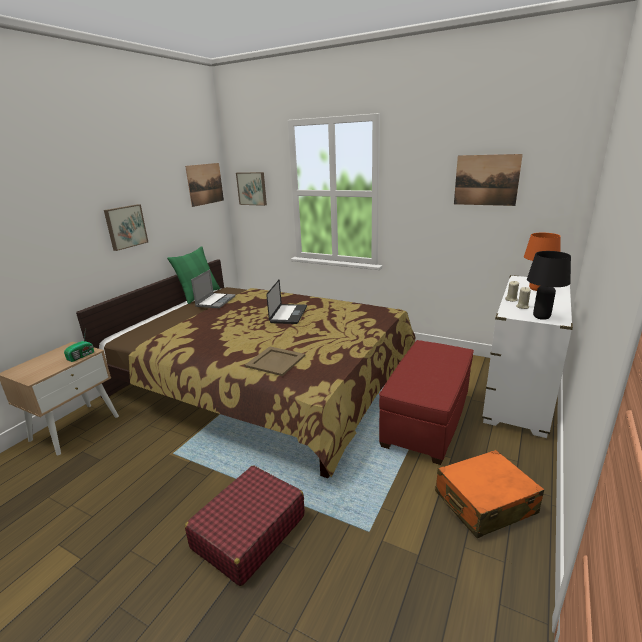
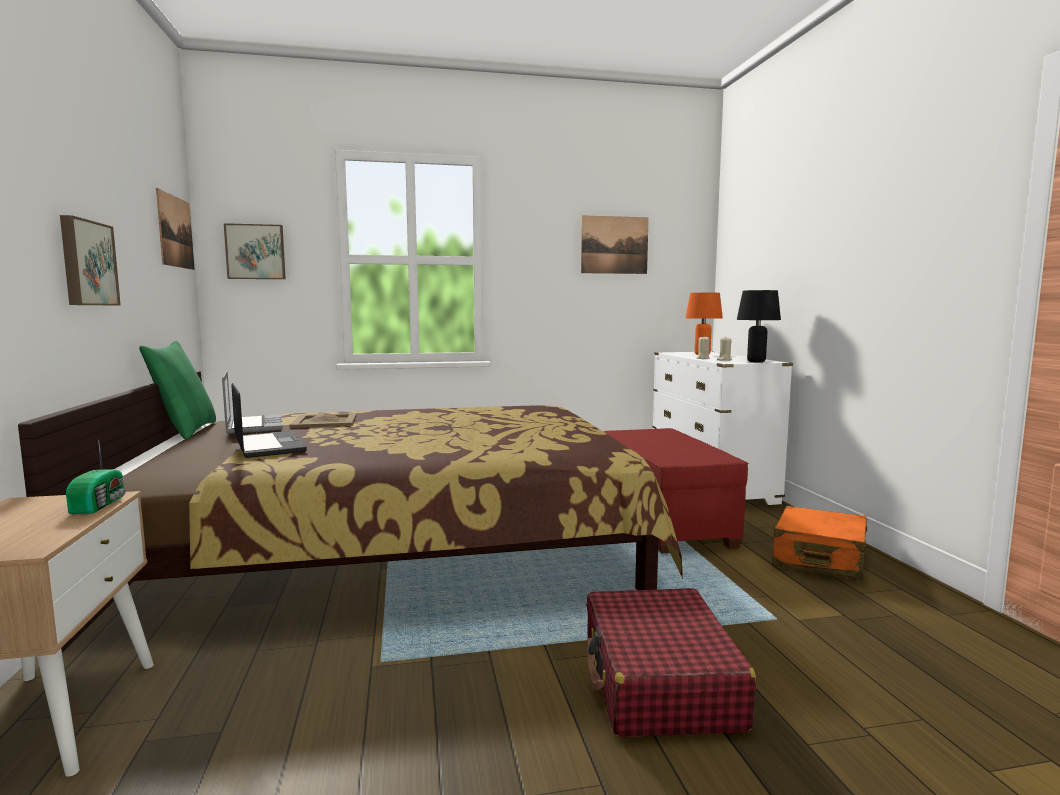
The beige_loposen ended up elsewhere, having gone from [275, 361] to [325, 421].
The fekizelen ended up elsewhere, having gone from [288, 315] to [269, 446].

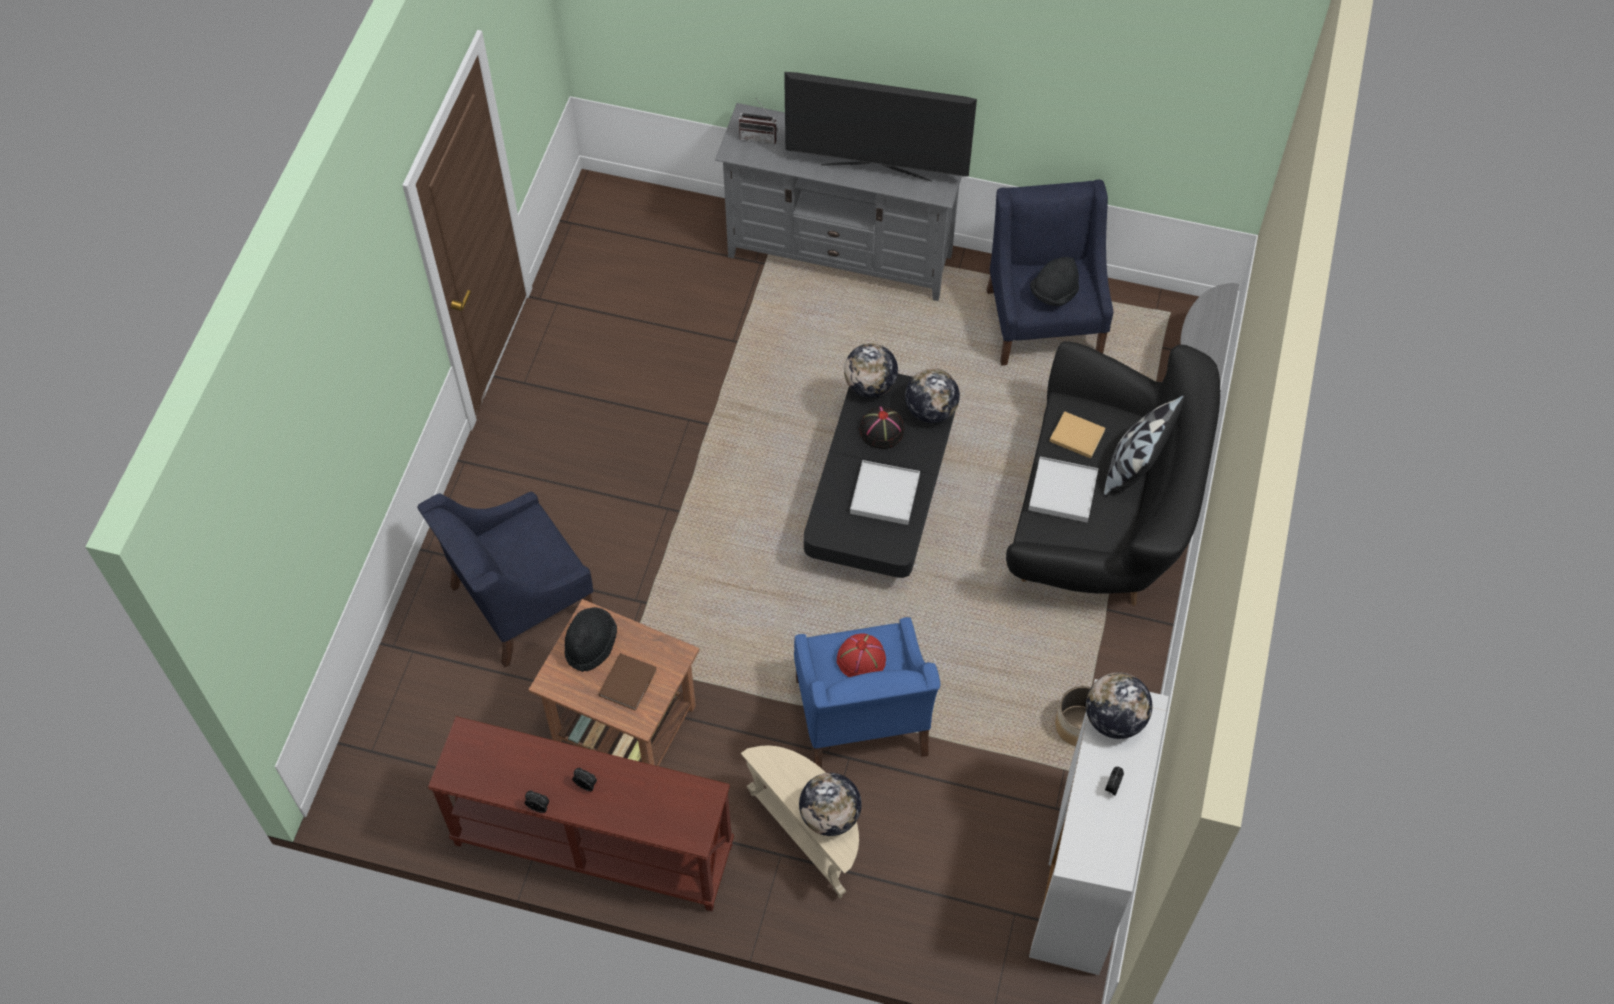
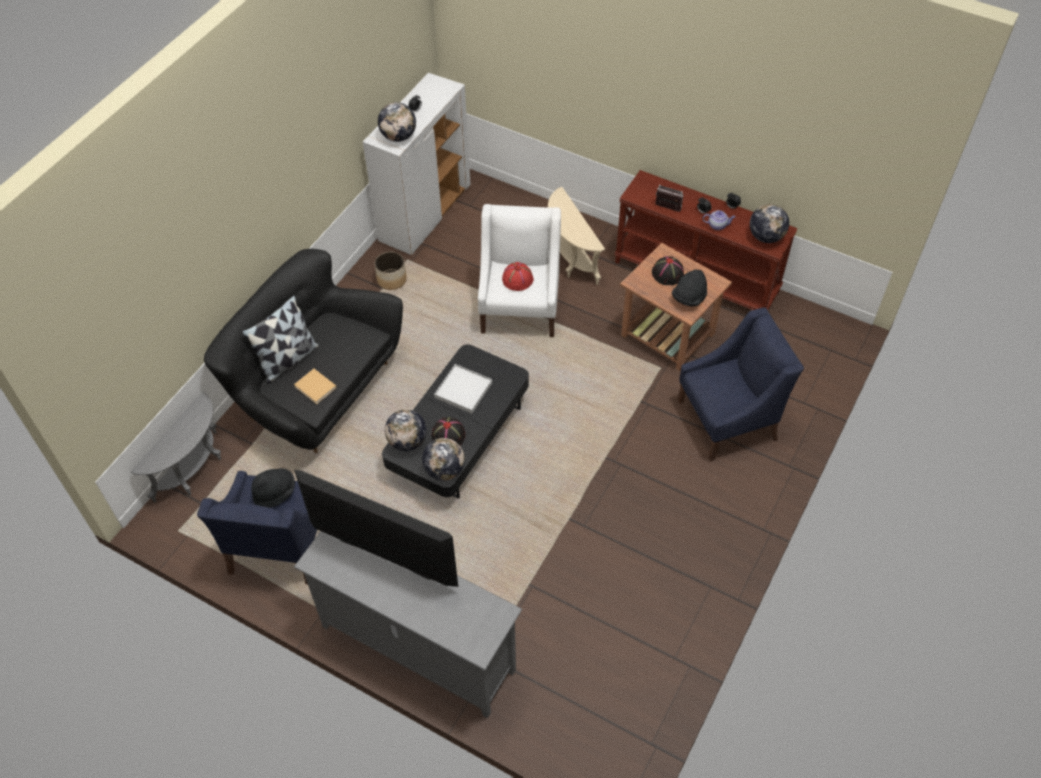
Where the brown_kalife stood at [628, 681], the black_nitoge came to stand at [668, 274].
The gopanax ended up elsewhere, having gone from [759, 136] to [666, 209].
What was the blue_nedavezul at [861, 718] turned into the white_nedavezul at [520, 308].
The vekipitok ended up elsewhere, having gone from [830, 816] to [765, 237].
The second view lost the white_loposen at [1063, 492].
The second view gained the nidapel at [717, 225].

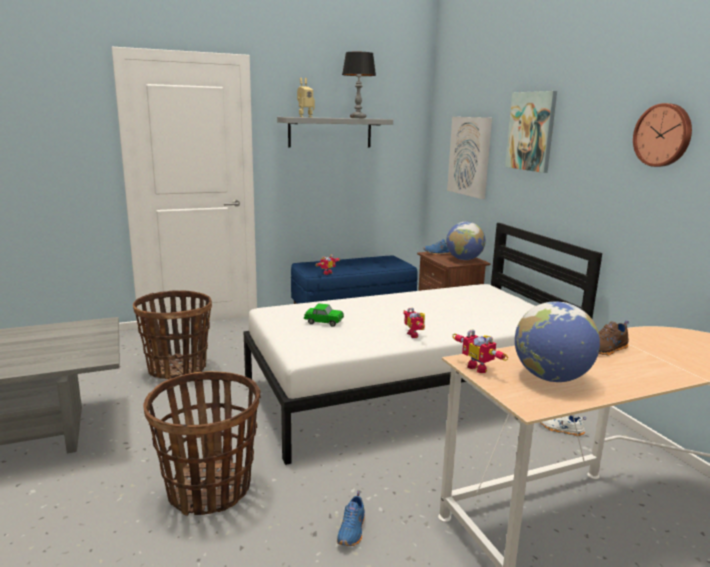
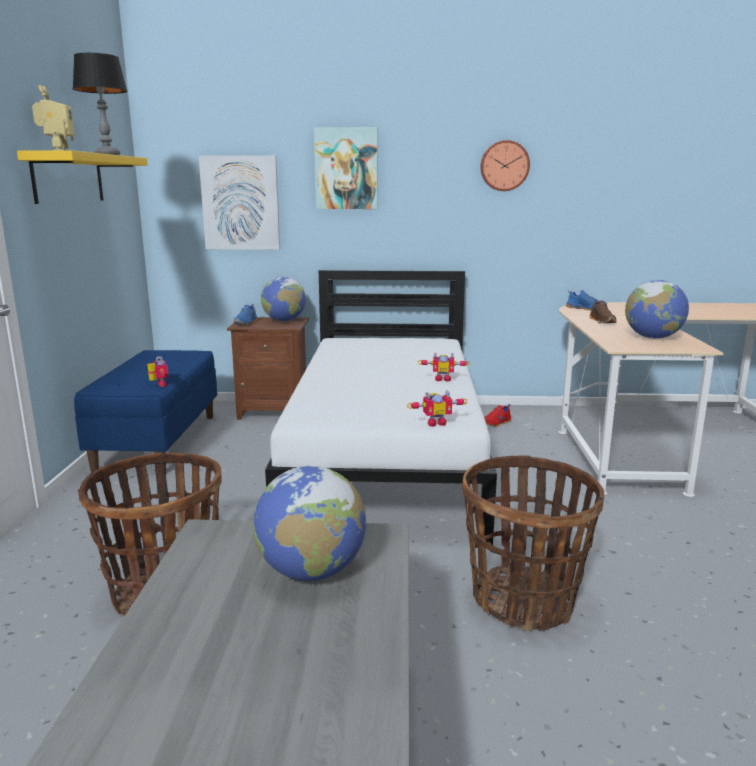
What was the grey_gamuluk at [330, 132] turned into the yellow_gamuluk at [68, 178].
The second view lost the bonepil at [323, 322].
The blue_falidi ended up elsewhere, having gone from [352, 531] to [586, 309].
The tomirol ended up elsewhere, having gone from [479, 368] to [435, 423].
What was the white_falidi at [560, 429] turned into the red_falidi at [496, 423].
The second view gained the vekipitok at [311, 571].

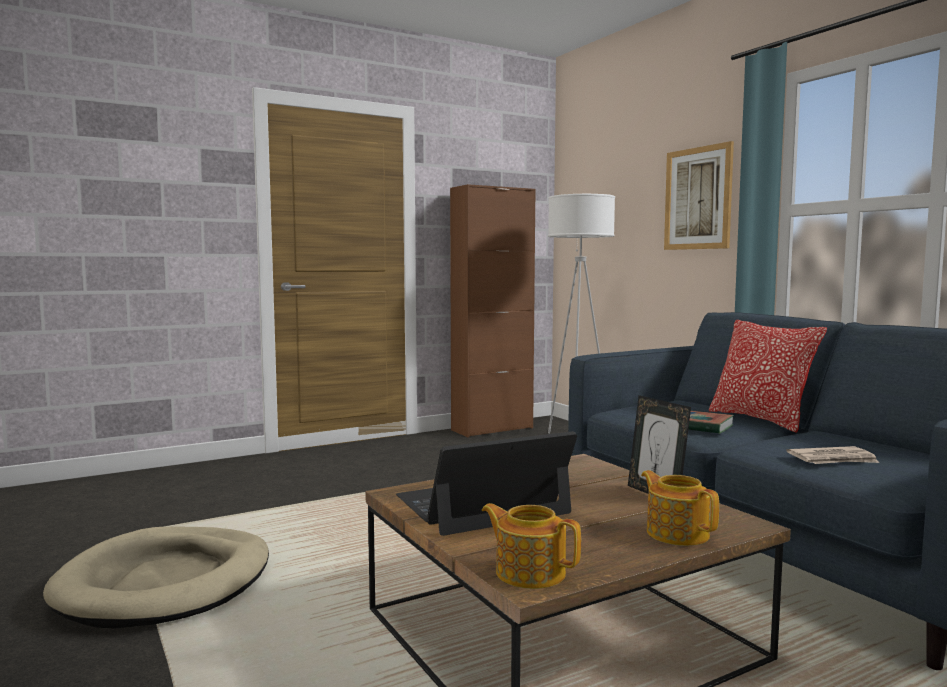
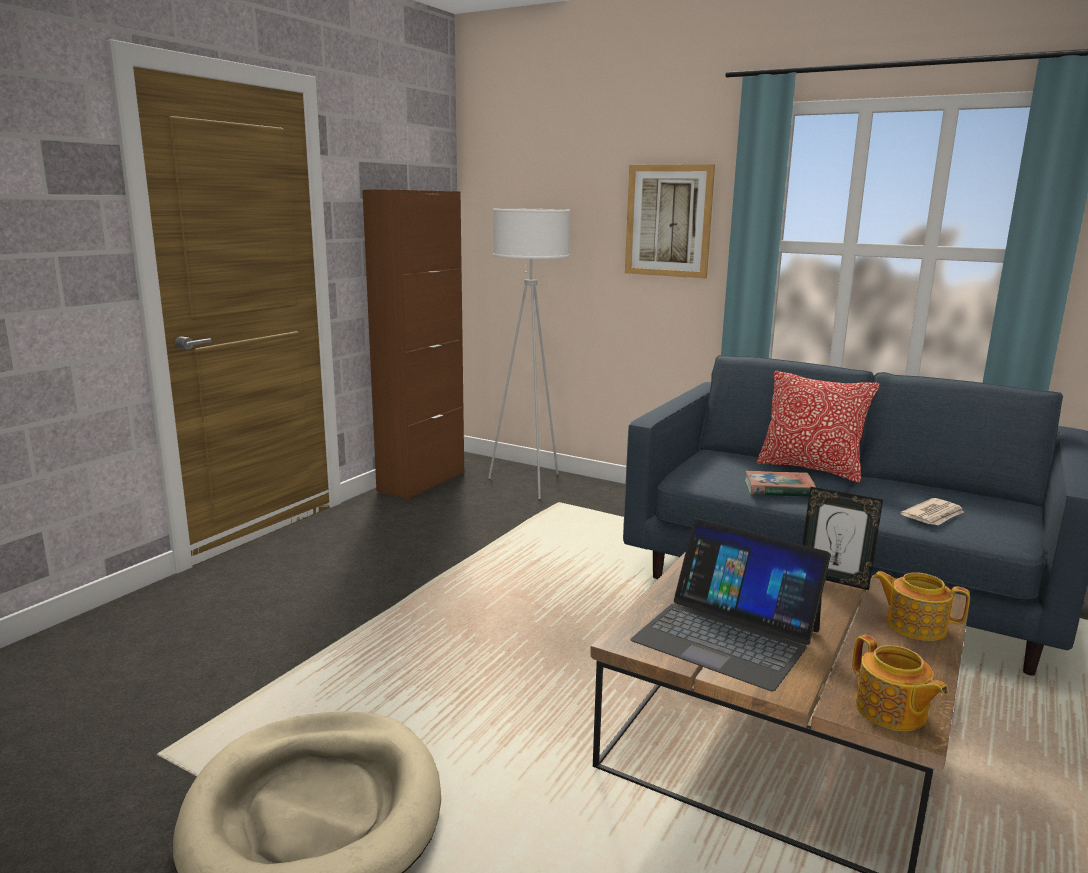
The fekizelen at [482, 505] ended up facing another way, 90 degrees counterclockwise from before.
The nidapel at [529, 572] ended up facing another way, 120 degrees counterclockwise from before.

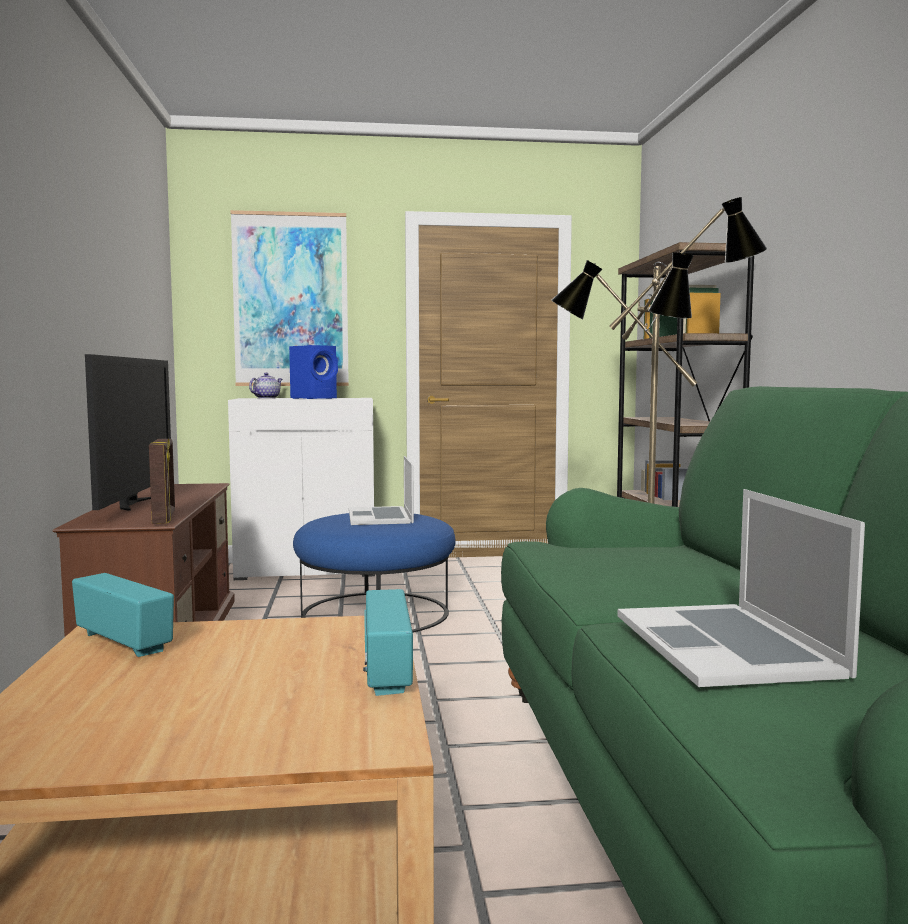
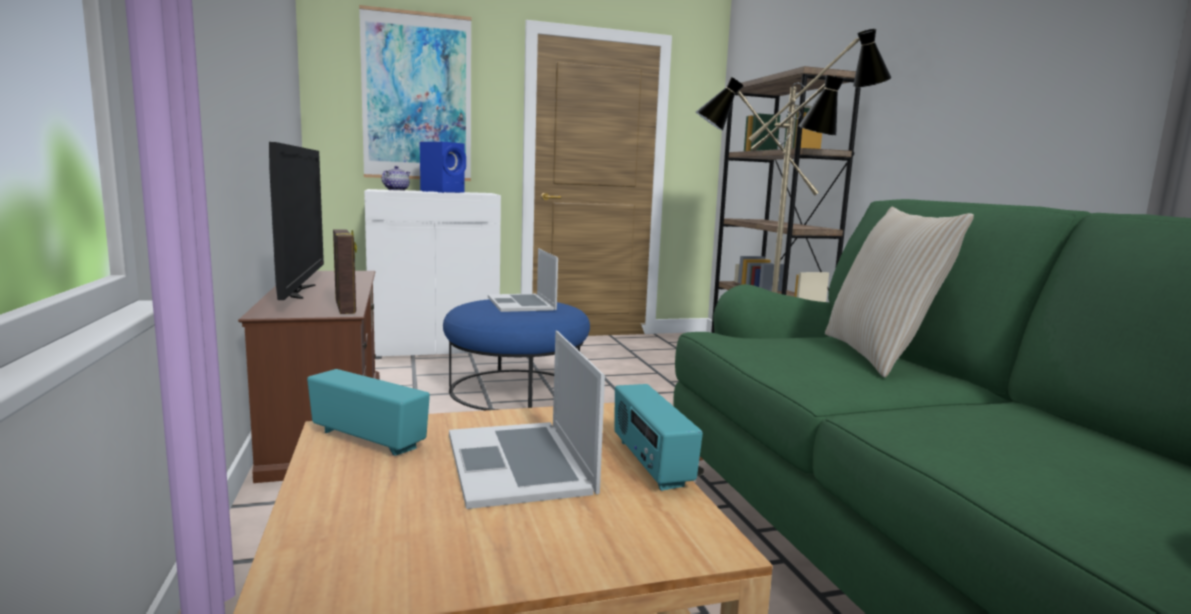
The fekizelen ended up elsewhere, having gone from [726, 644] to [519, 462].
The second view gained the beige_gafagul at [879, 355].

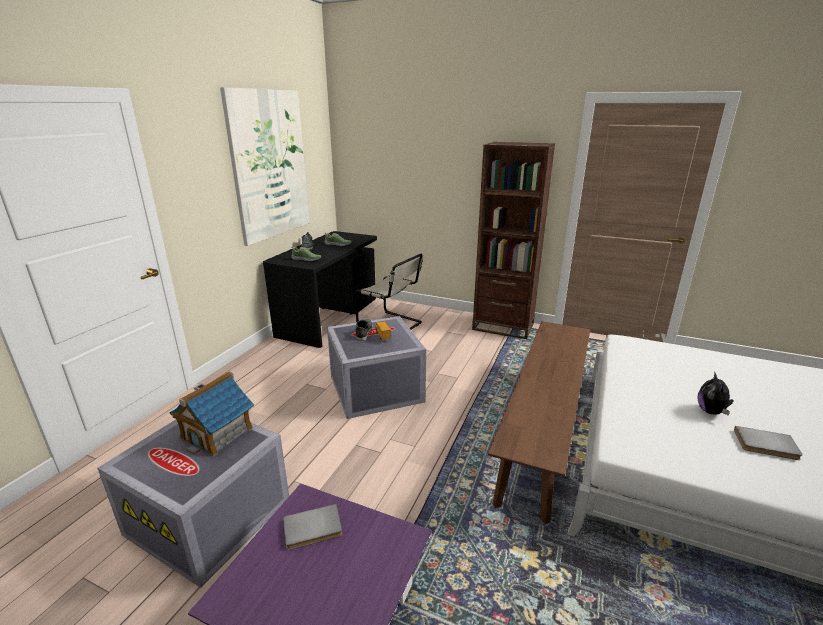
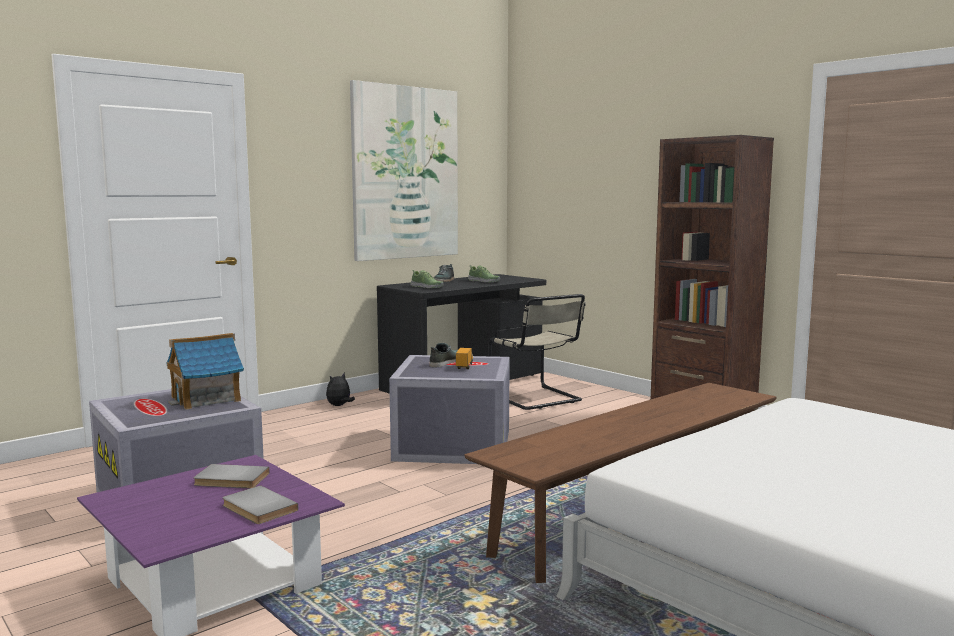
The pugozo ended up elsewhere, having gone from [711, 412] to [339, 406].
The grey_kalife ended up elsewhere, having gone from [766, 445] to [257, 508].

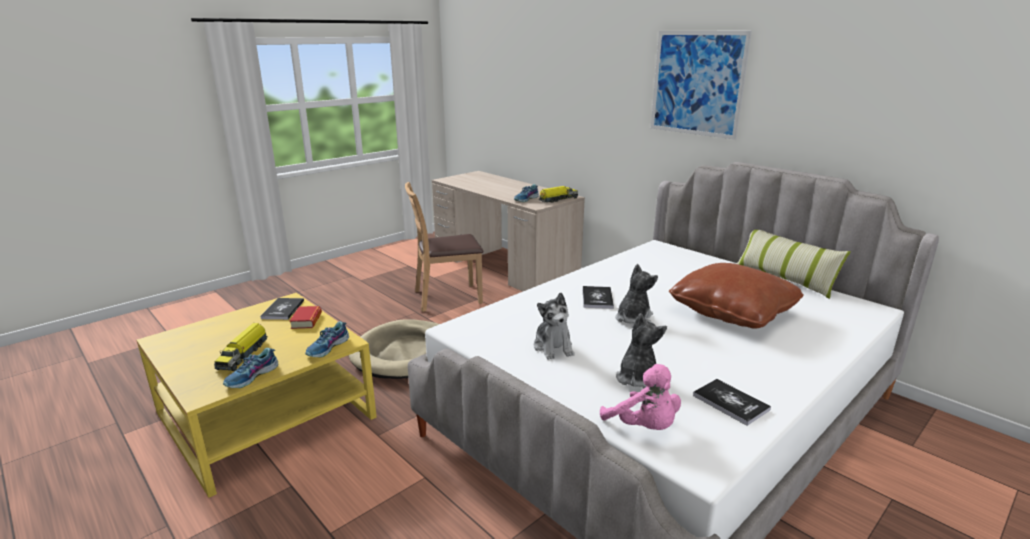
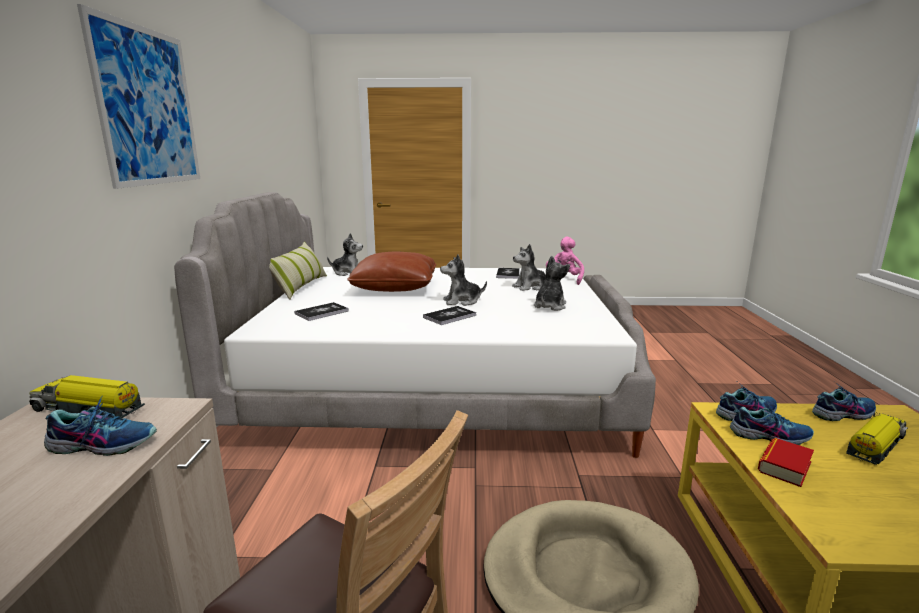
The kalife ended up elsewhere, having gone from [283, 309] to [321, 312].
The second view gained the pugozo at [348, 273].
The second view gained the falidi at [769, 435].

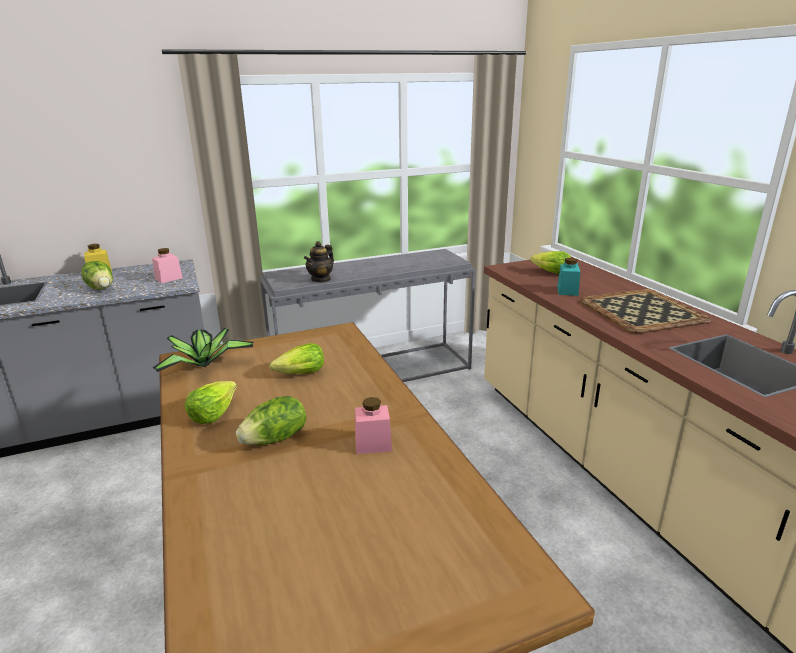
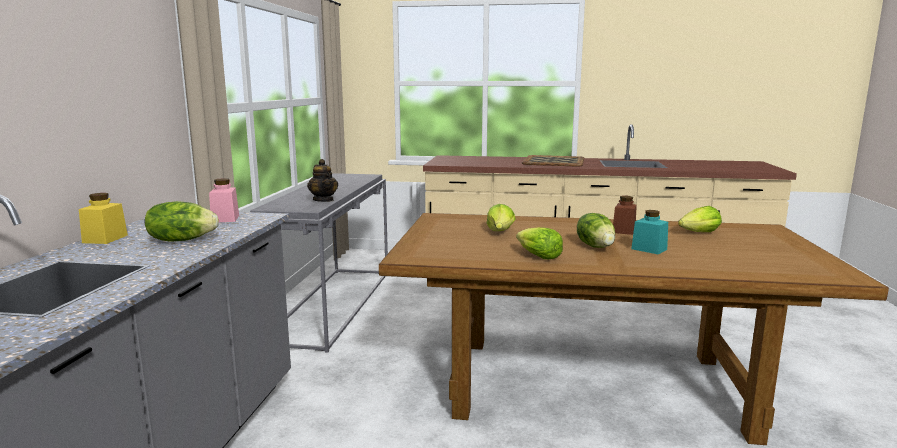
The second view lost the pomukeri at [204, 364].
What was the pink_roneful at [373, 444] turned into the brown_roneful at [624, 230].
The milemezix ended up elsewhere, having gone from [551, 272] to [699, 233].
The turquoise_roneful ended up elsewhere, having gone from [567, 291] to [649, 249].

